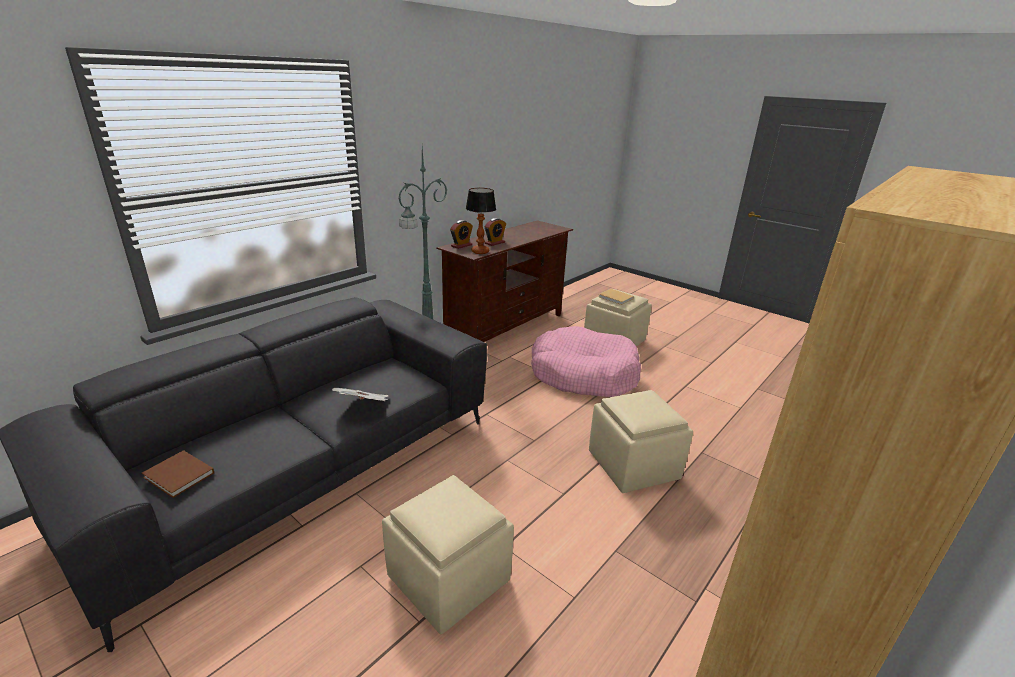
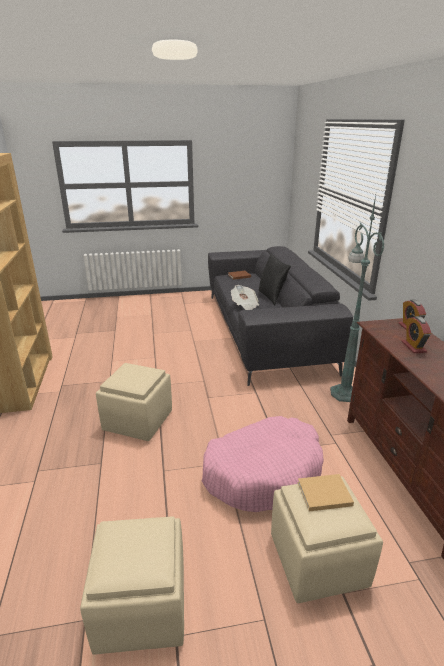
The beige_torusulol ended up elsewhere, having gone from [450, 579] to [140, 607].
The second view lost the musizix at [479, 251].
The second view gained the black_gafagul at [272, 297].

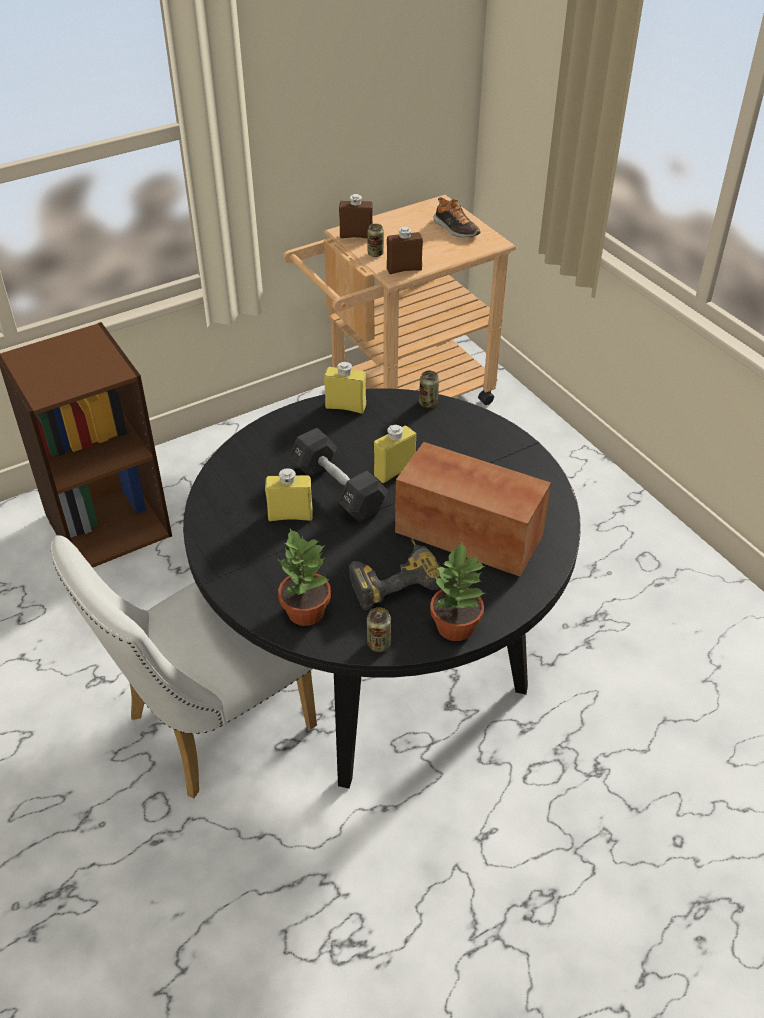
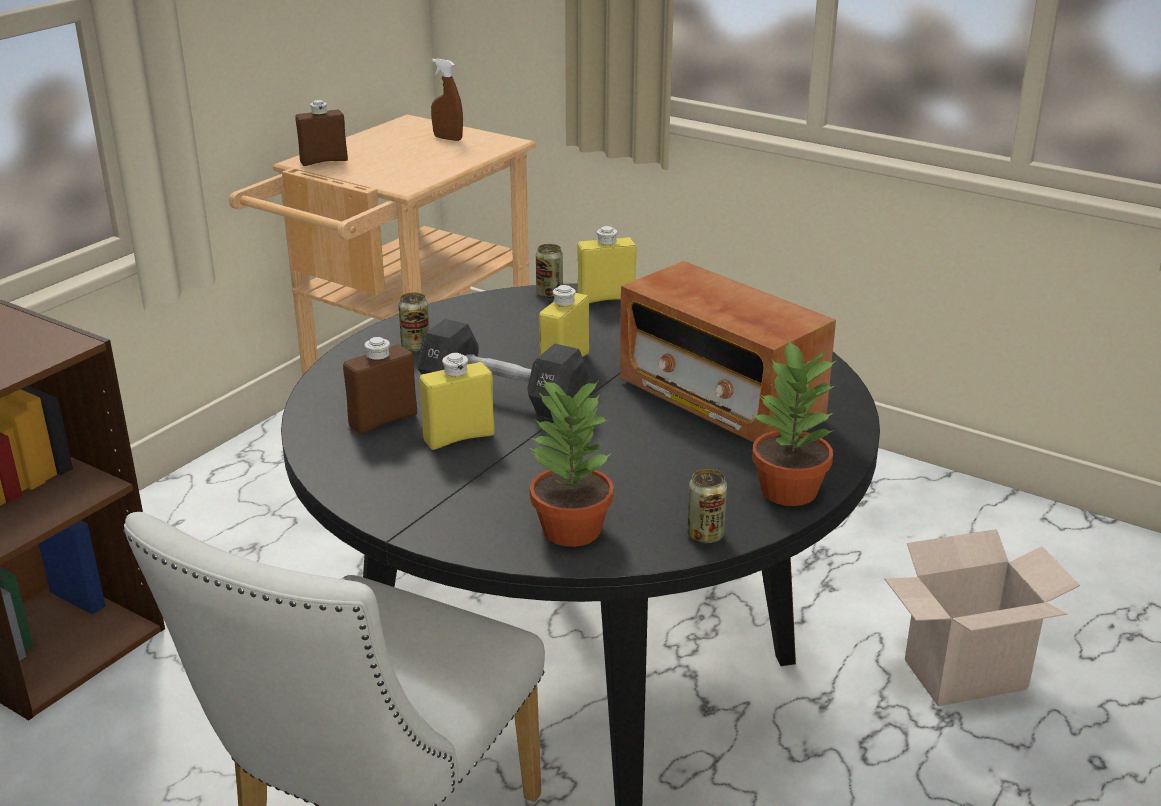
The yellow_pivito ended up elsewhere, having gone from [345, 407] to [606, 298].
The second view lost the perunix at [394, 580].
The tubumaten ended up elsewhere, having gone from [375, 254] to [415, 346].
The brown_pivito ended up elsewhere, having gone from [404, 269] to [383, 420].
The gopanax at [469, 535] ended up facing another way, 135 degrees counterclockwise from before.
Where the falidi stood at [455, 229], the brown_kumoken came to stand at [448, 138].
The second view gained the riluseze at [963, 677].

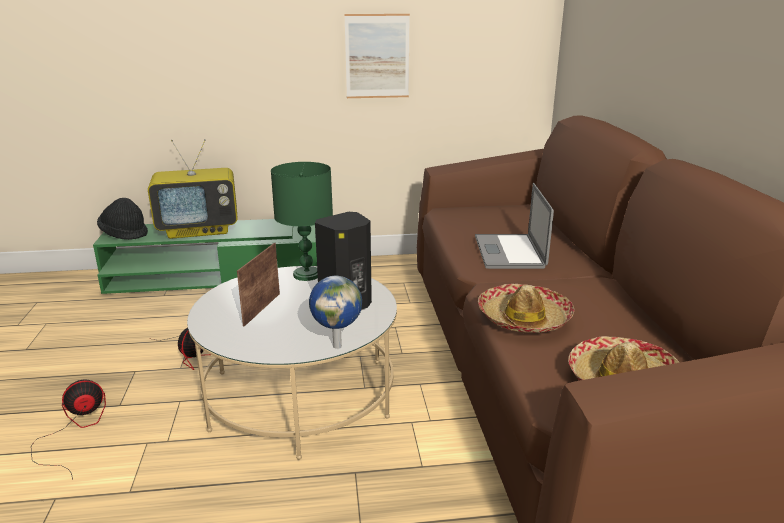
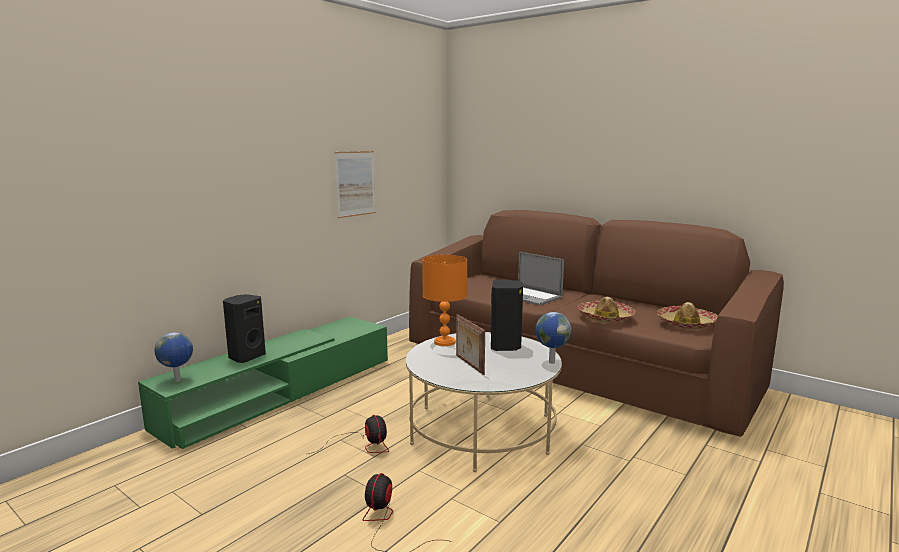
Where the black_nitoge stood at [124, 234], the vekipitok came to stand at [178, 381].
Where the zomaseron stood at [199, 230], the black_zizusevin came to stand at [246, 356].
What was the green_musizix at [307, 275] turned into the orange_musizix at [445, 342].

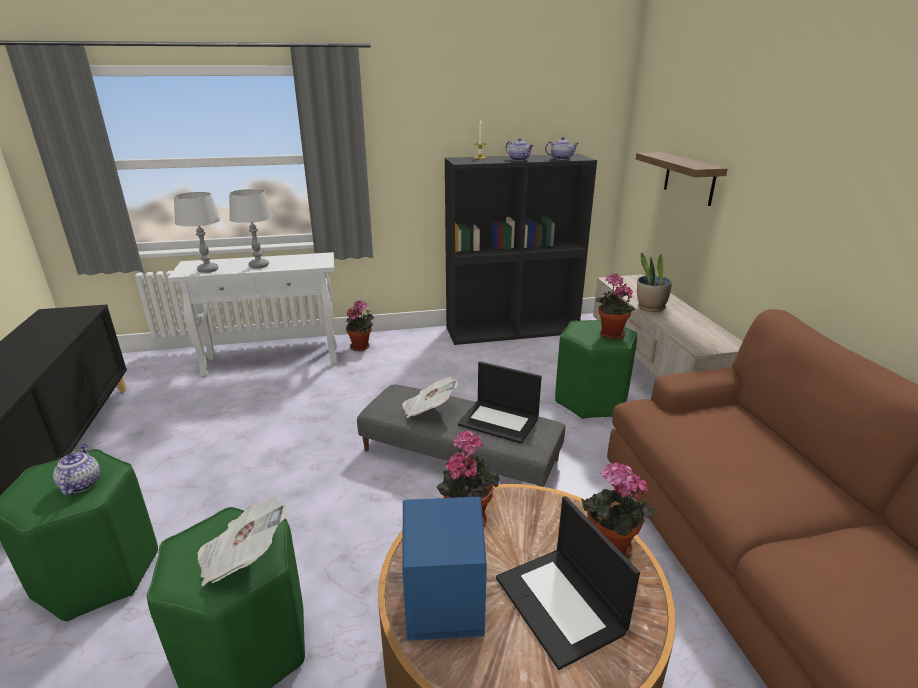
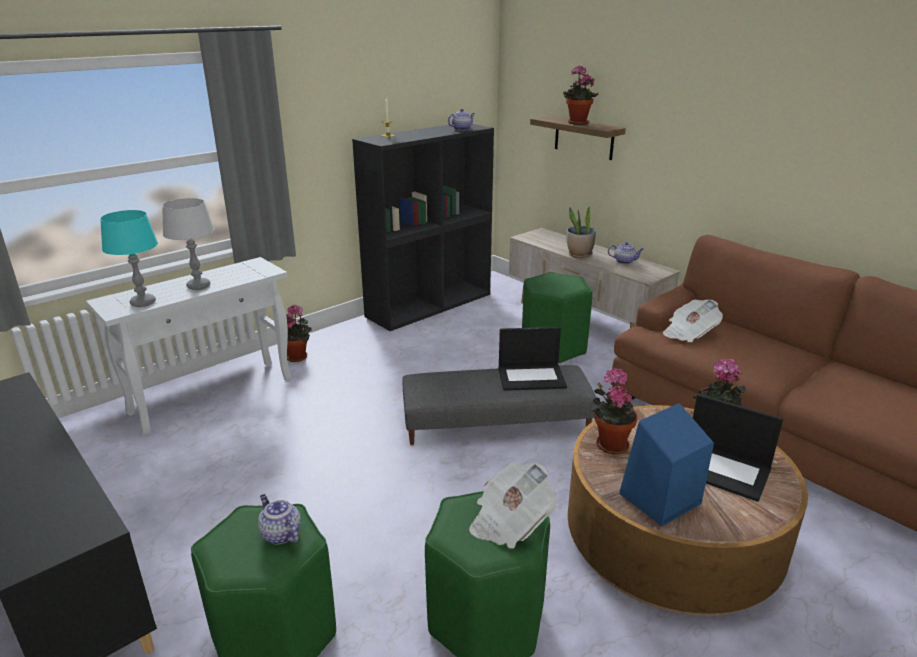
What was the grey_musizix at [208, 270] turned into the turquoise_musizix at [143, 303].
The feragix ended up elsewhere, having gone from [428, 410] to [689, 333].
The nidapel ended up elsewhere, having gone from [519, 159] to [624, 261].
The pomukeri ended up elsewhere, having gone from [609, 335] to [576, 123].

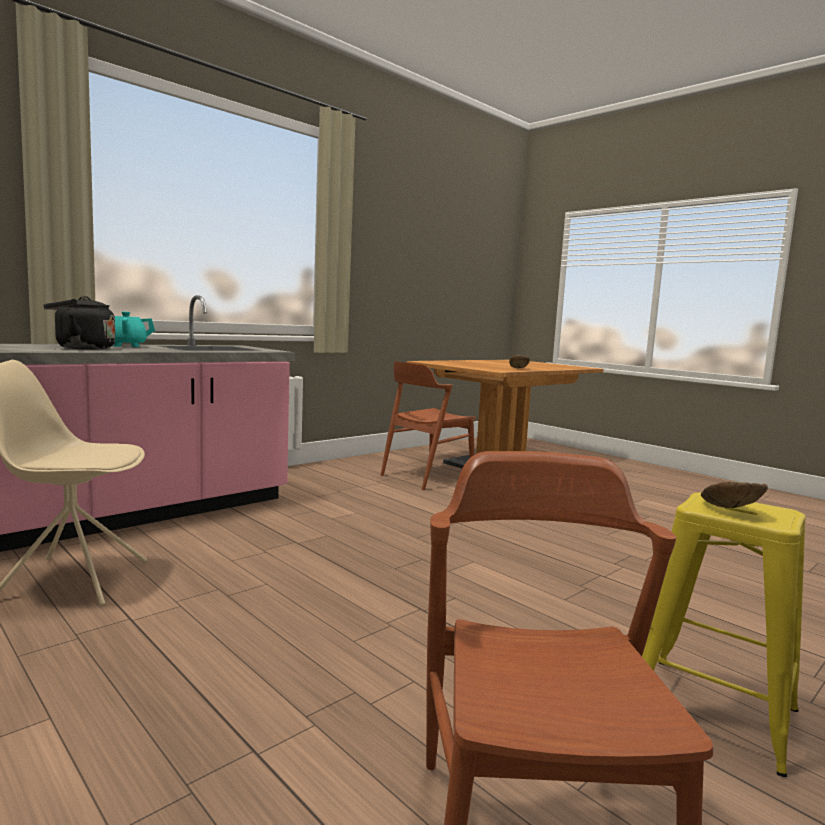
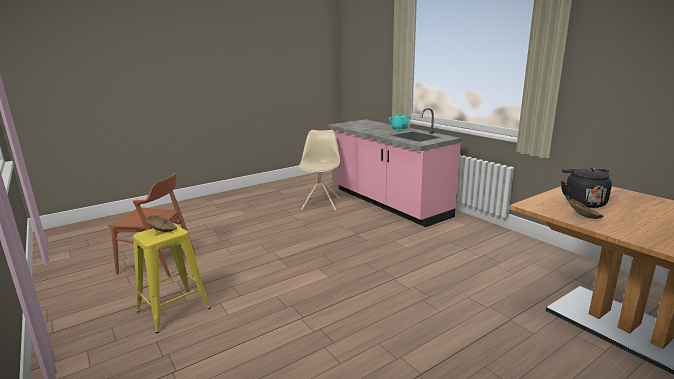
The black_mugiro ended up elsewhere, having gone from [81, 348] to [582, 202].
The second view lost the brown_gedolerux at [427, 477].

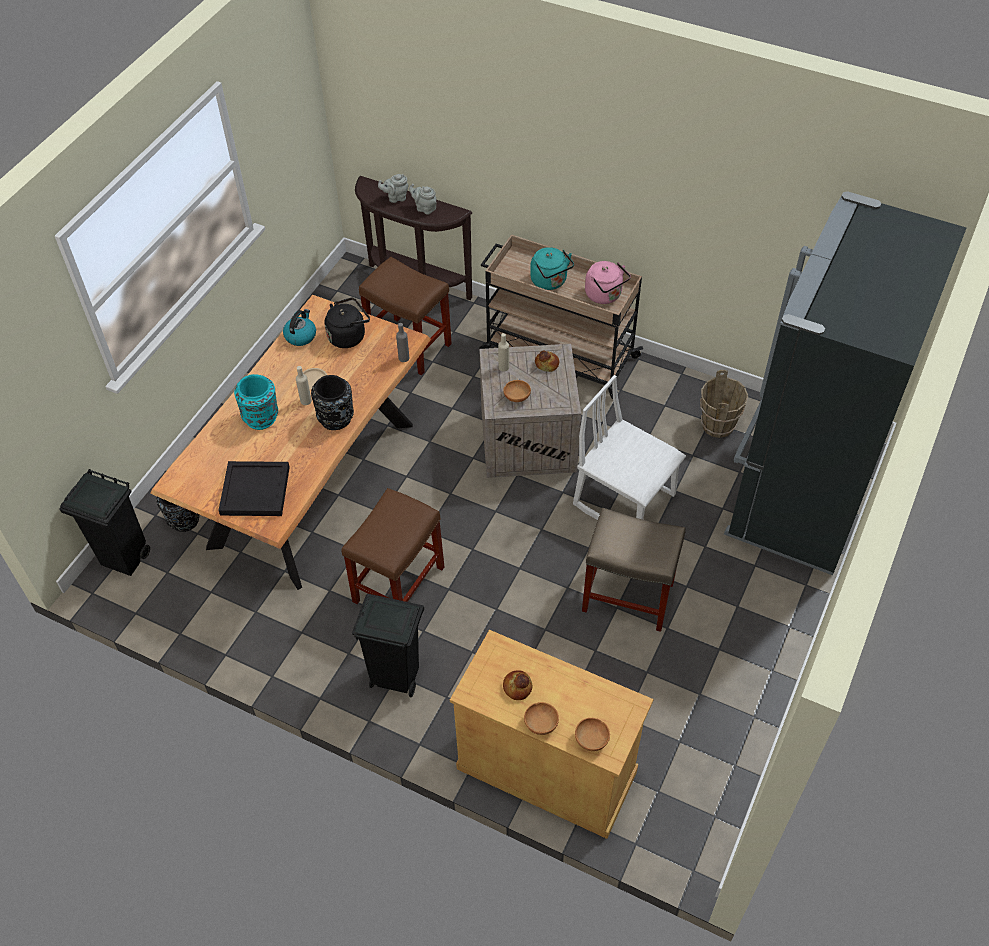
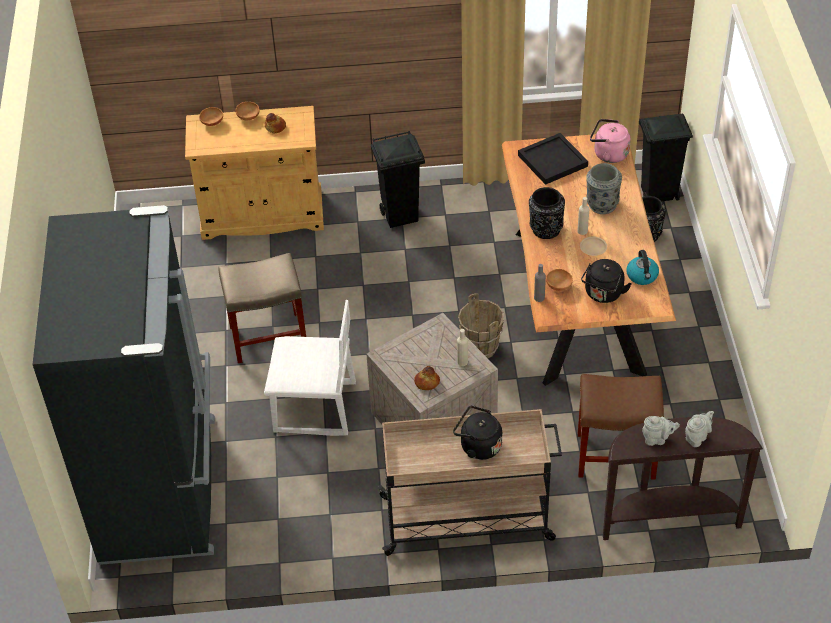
What was the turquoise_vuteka at [261, 418] turned into the grey_vuteka at [601, 205].
The second view lost the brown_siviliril at [398, 585].
The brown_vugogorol ended up elsewhere, having gone from [517, 396] to [559, 286].
What was the turquoise_mugiro at [550, 282] turned into the black_mugiro at [478, 446].
The pink_mugiro ended up elsewhere, having gone from [605, 295] to [608, 154].
The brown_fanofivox ended up elsewhere, having gone from [718, 425] to [480, 348].

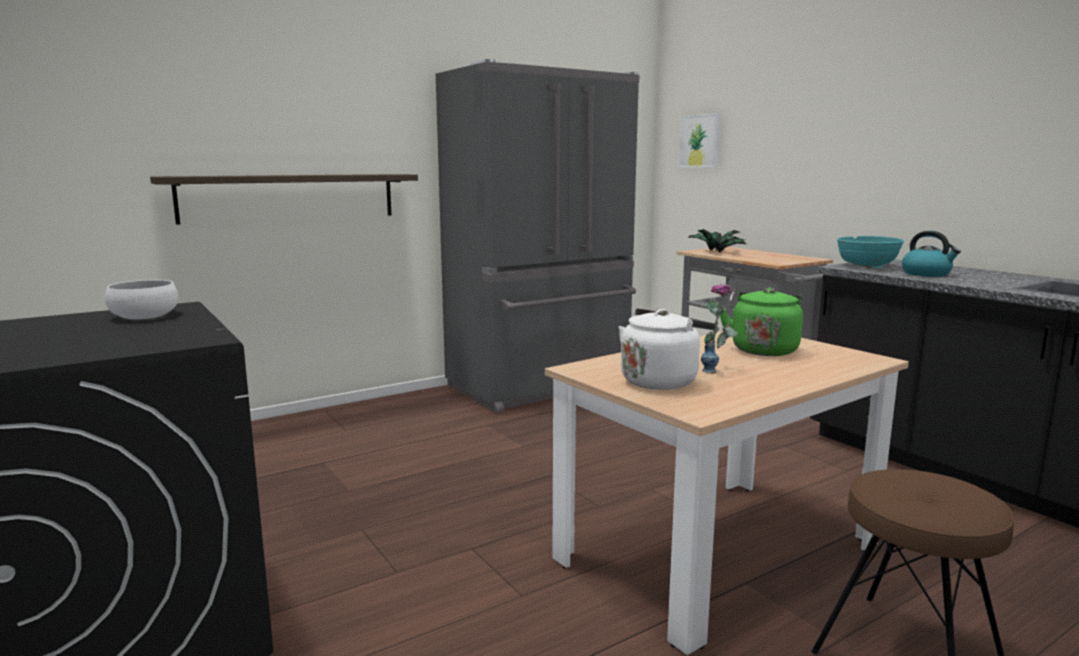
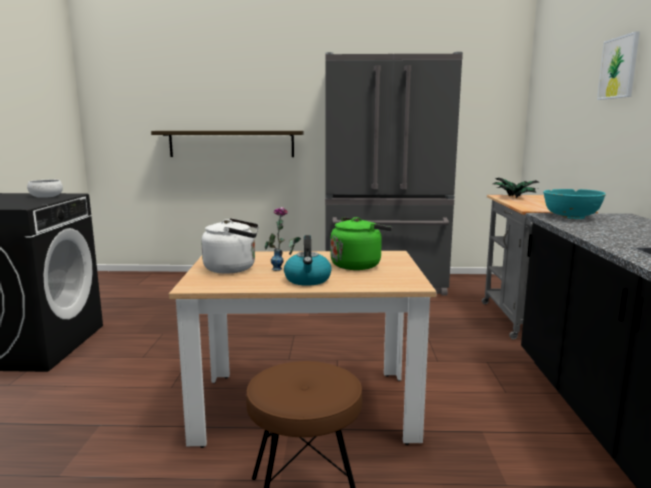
The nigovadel ended up elsewhere, having gone from [699, 141] to [618, 67].
The mugiro ended up elsewhere, having gone from [927, 274] to [308, 280].

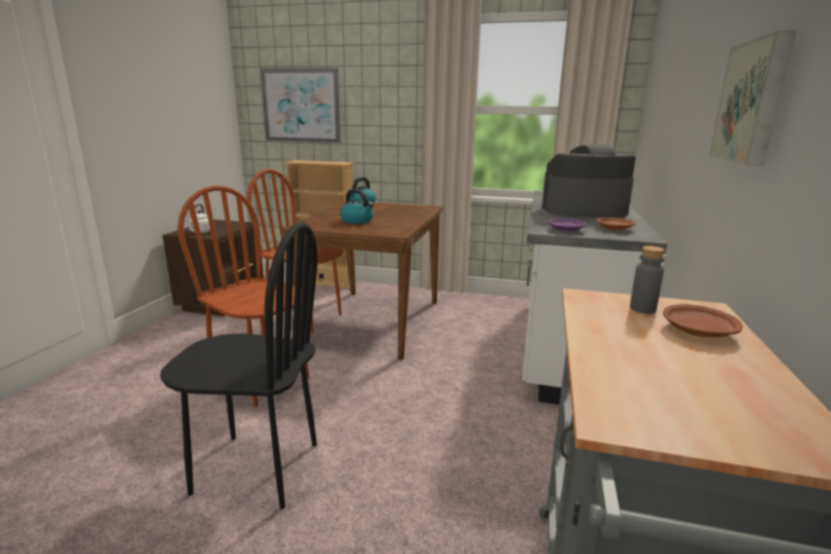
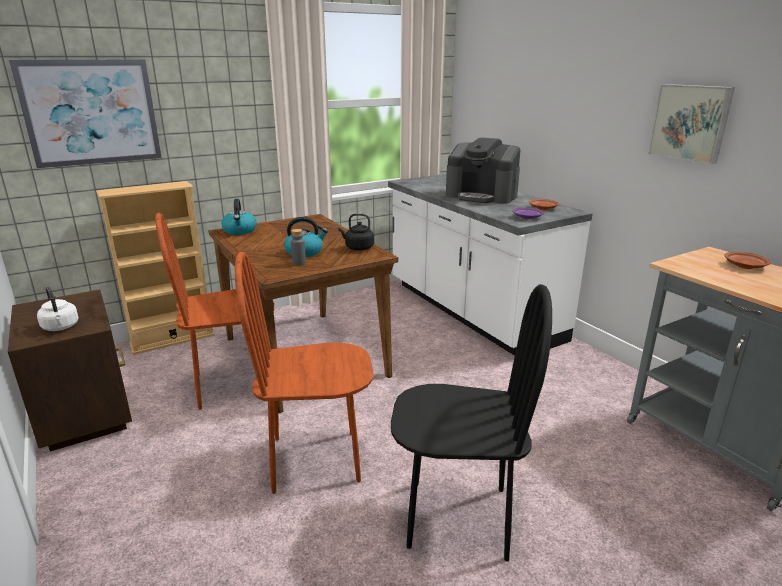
The black_gedolerux at [256, 468] ended up facing another way, 45 degrees clockwise from before.
The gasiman at [583, 211] ended up facing another way, 105 degrees counterclockwise from before.
The grey_pivito ended up elsewhere, having gone from [642, 309] to [299, 263].
The second view gained the black_mugiro at [358, 248].

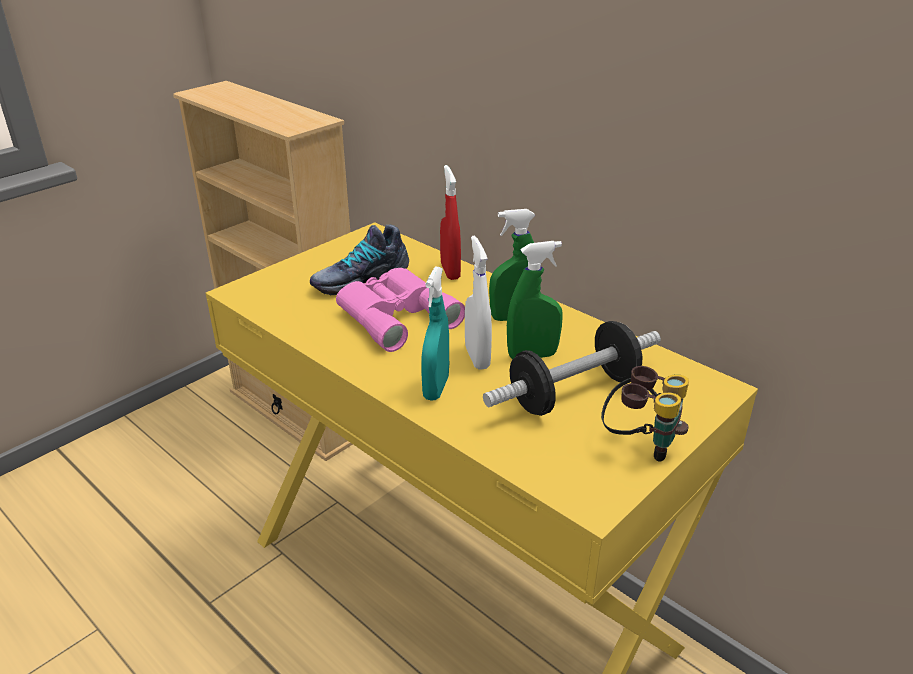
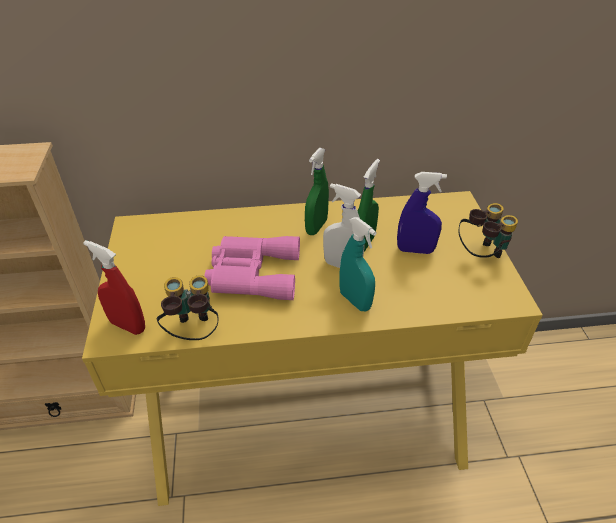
The second view lost the falidi at [360, 278].
The red_kumoken ended up elsewhere, having gone from [450, 271] to [128, 325].
Where the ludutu stood at [573, 393], the blue_kumoken came to stand at [415, 250].
The second view gained the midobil at [193, 332].

